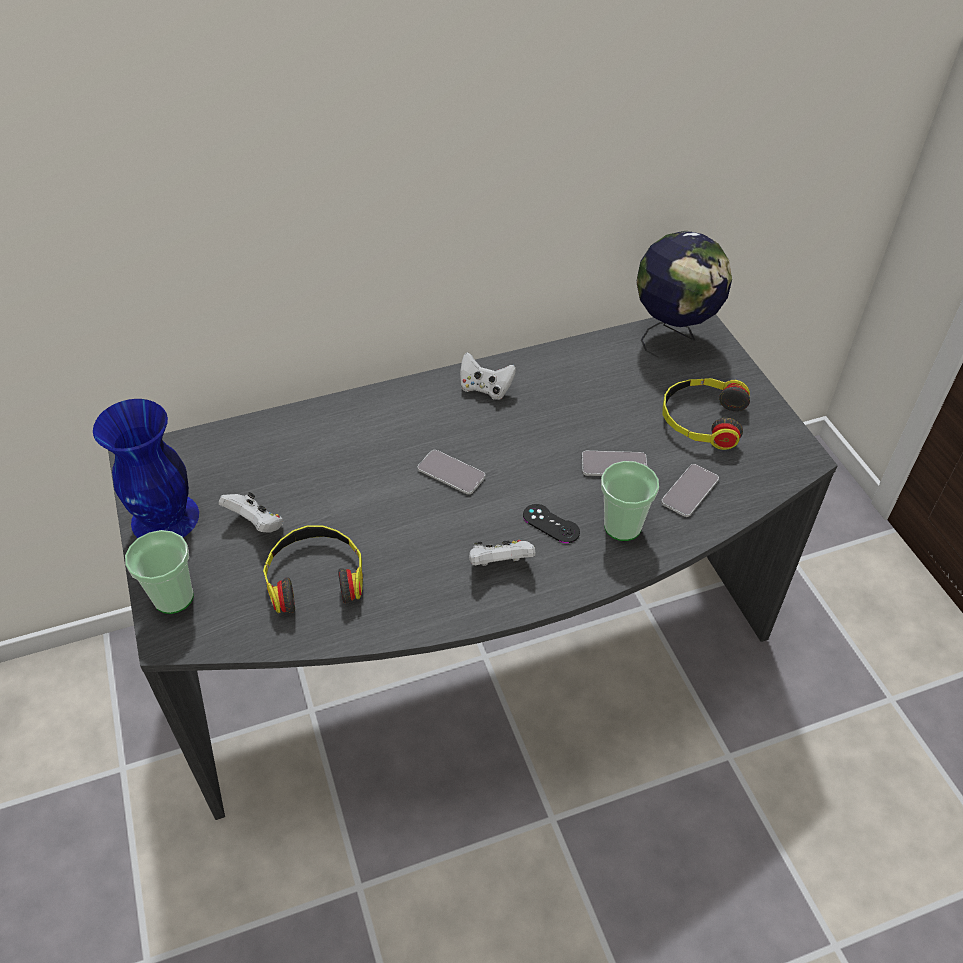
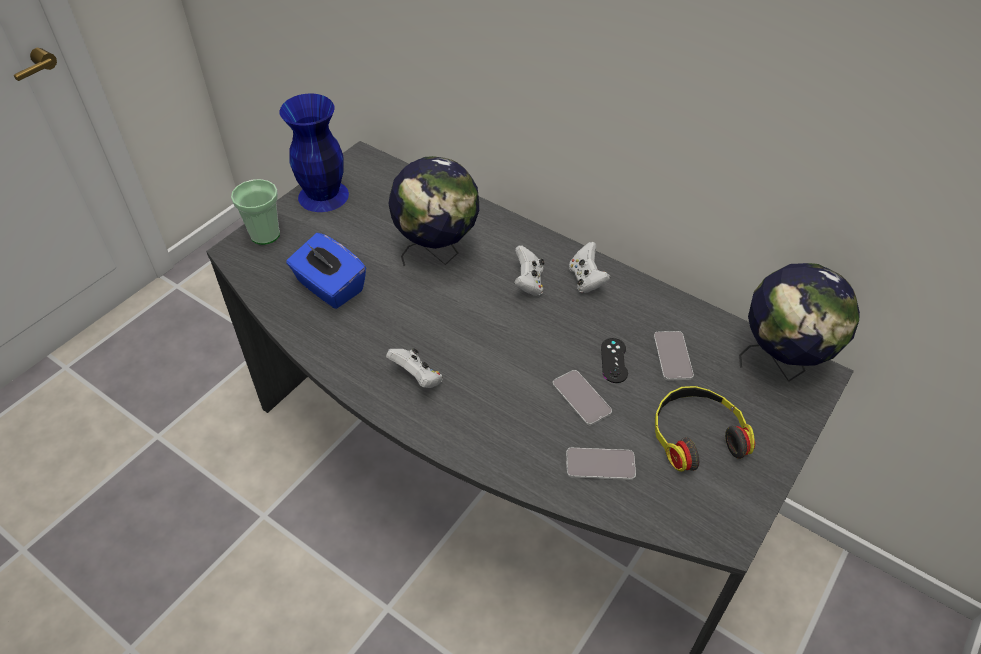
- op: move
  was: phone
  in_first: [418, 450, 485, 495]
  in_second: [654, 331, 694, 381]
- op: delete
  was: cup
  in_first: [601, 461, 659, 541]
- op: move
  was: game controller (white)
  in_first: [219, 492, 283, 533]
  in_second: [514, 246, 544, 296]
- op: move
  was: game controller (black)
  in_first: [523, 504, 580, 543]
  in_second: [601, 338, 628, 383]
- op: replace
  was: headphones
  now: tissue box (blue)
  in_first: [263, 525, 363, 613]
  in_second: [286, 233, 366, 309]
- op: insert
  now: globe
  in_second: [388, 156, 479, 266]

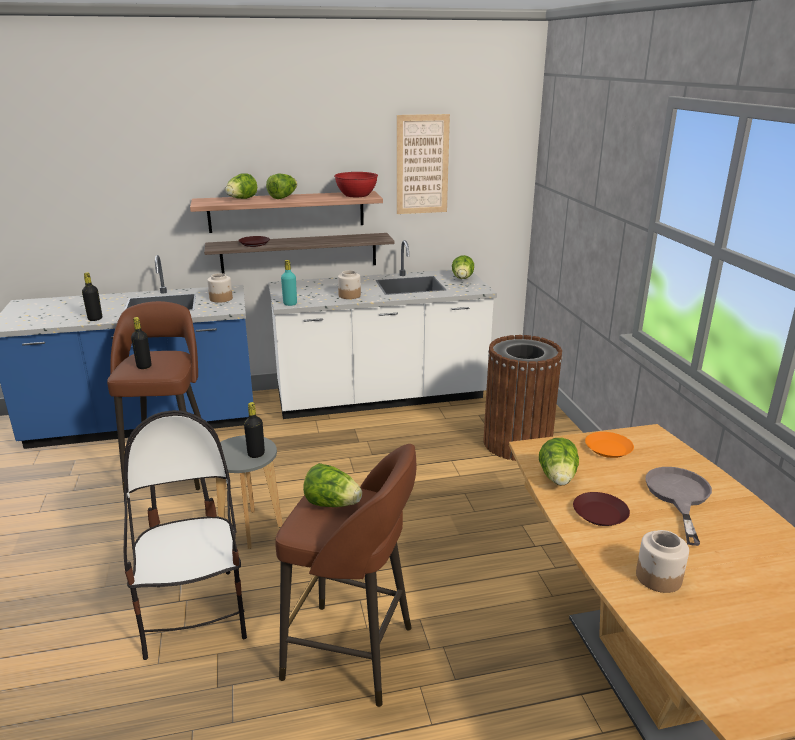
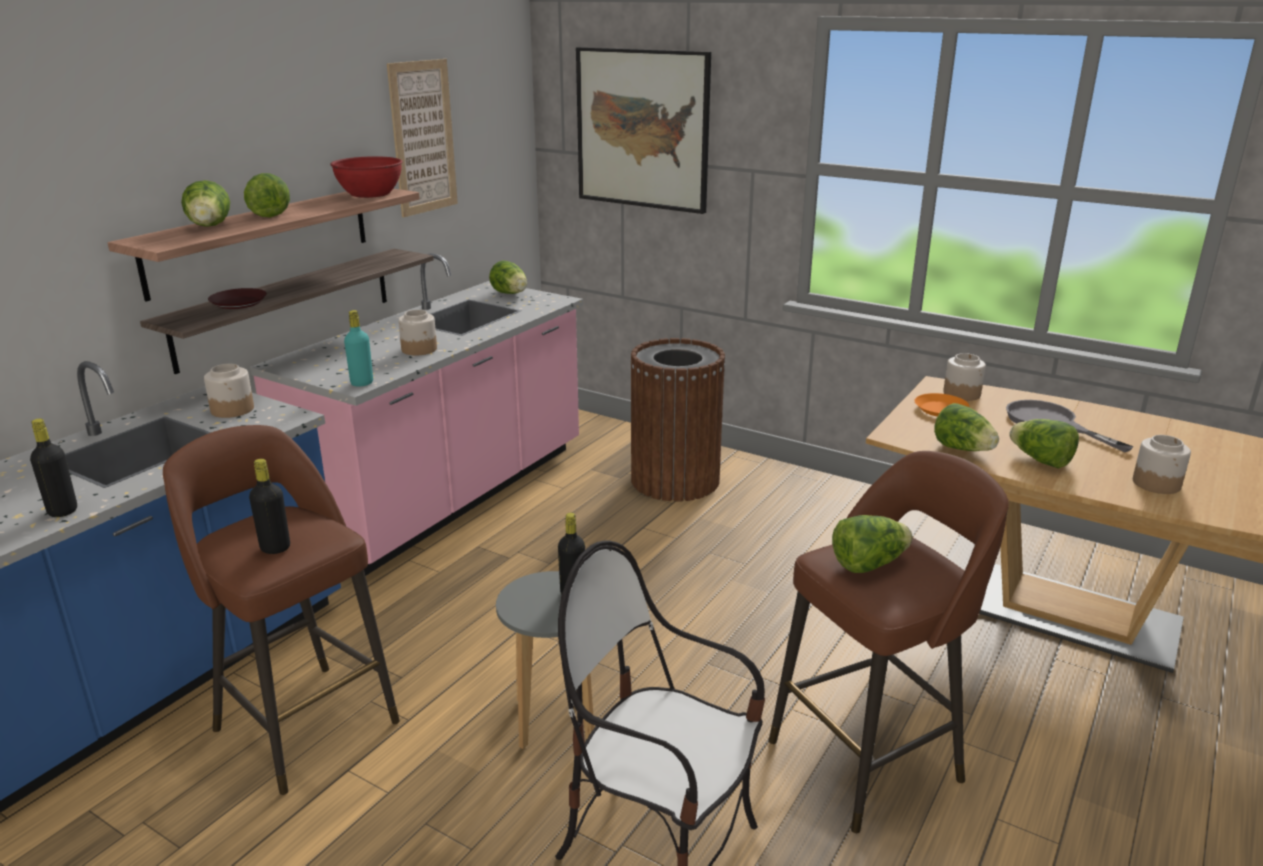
- op: recolor
  was: counter (white)
  now: counter (pink)
  in_first: [268, 240, 497, 419]
  in_second: [250, 253, 583, 576]
- op: replace
  was: plate (brown)
  now: lettuce
  in_first: [573, 492, 630, 526]
  in_second: [1009, 419, 1079, 469]
- op: insert
  now: picture
  in_second: [576, 47, 711, 214]
- op: insert
  now: jar
  in_second: [943, 353, 986, 401]

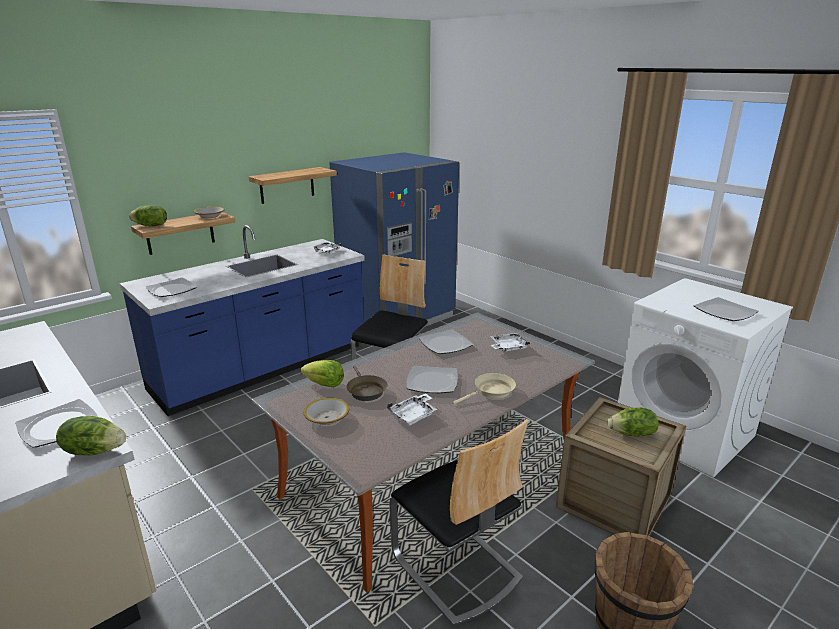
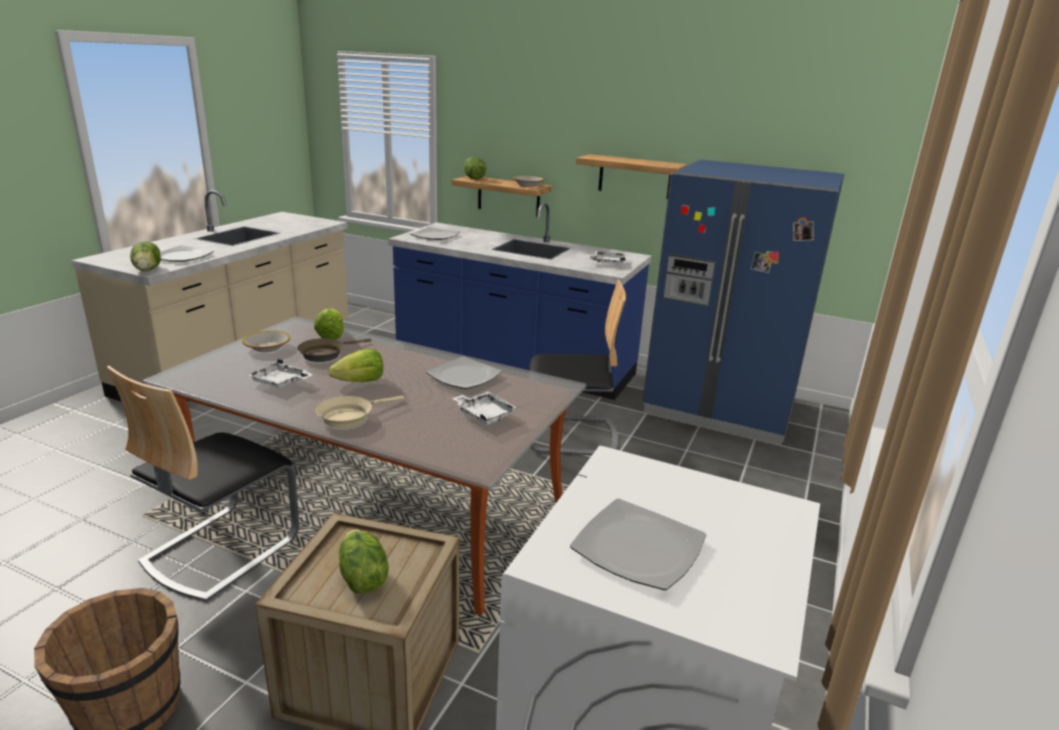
- op: replace
  was: plate
  now: lettuce
  in_first: [407, 366, 458, 393]
  in_second: [329, 349, 383, 382]
- op: rotate
  was: frying pan (beige)
  in_first: [452, 373, 516, 405]
  in_second: [316, 396, 404, 428]
  clockwise: 105

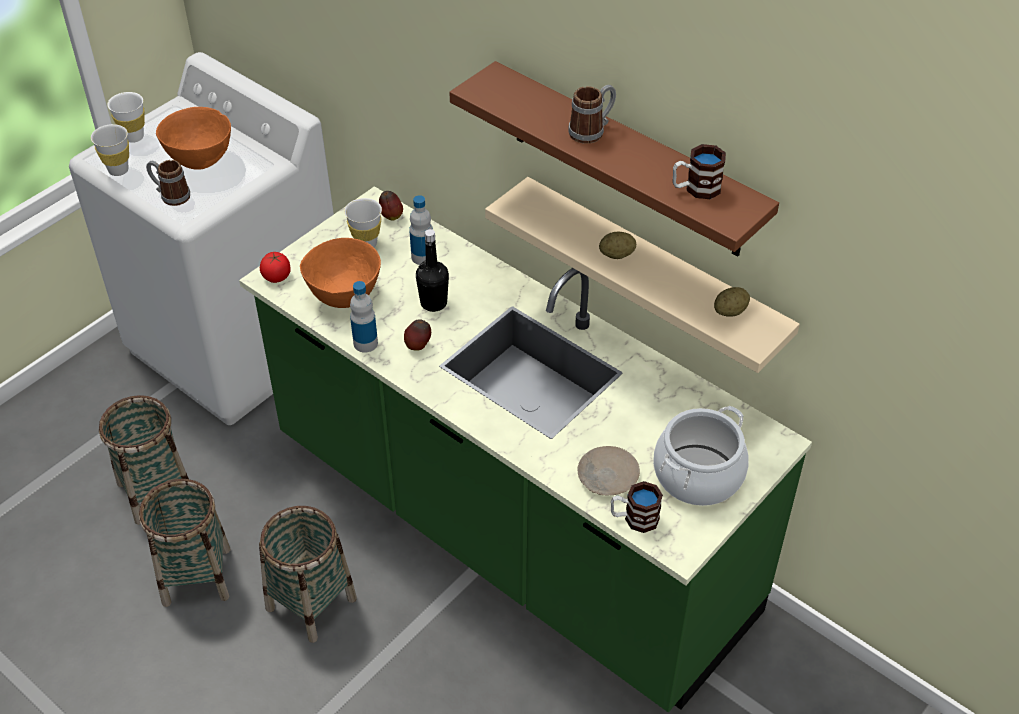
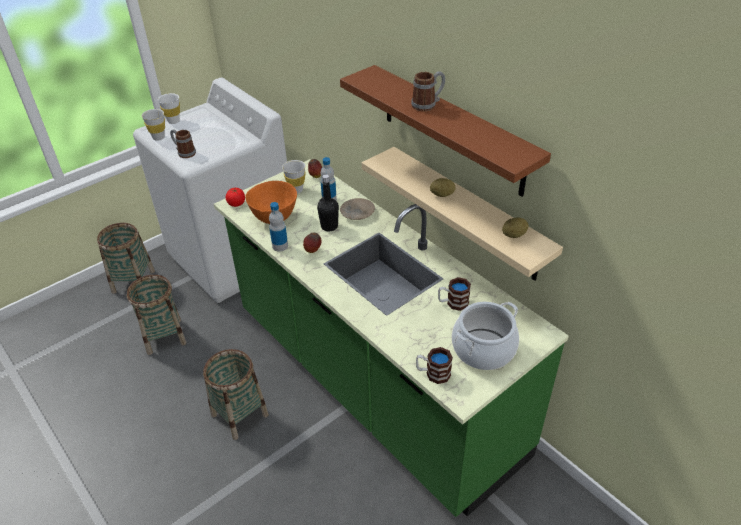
- op: delete
  was: bowl (orange)
  in_first: [156, 107, 231, 170]
- op: move
  was: mug
  in_first: [673, 144, 726, 199]
  in_second: [438, 277, 471, 311]
- op: move
  was: plate (beige)
  in_first: [578, 446, 640, 495]
  in_second: [340, 198, 375, 220]
- op: move
  was: basket
  in_first: [139, 479, 231, 607]
  in_second: [97, 223, 155, 294]

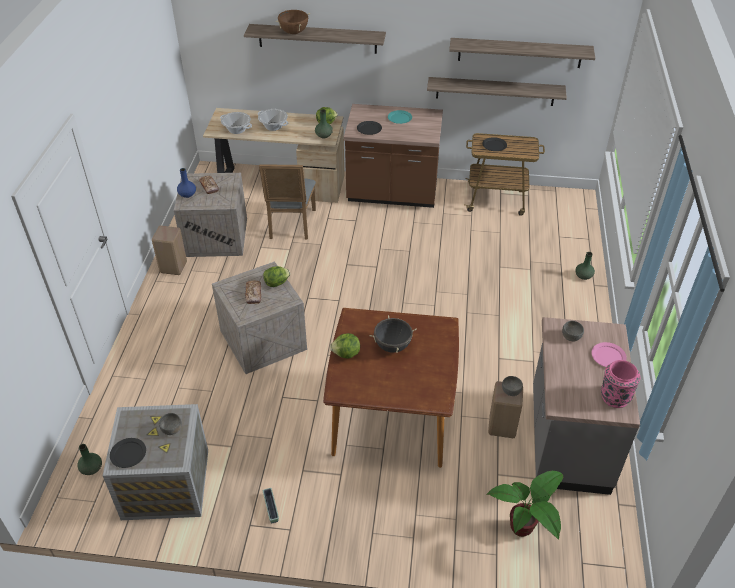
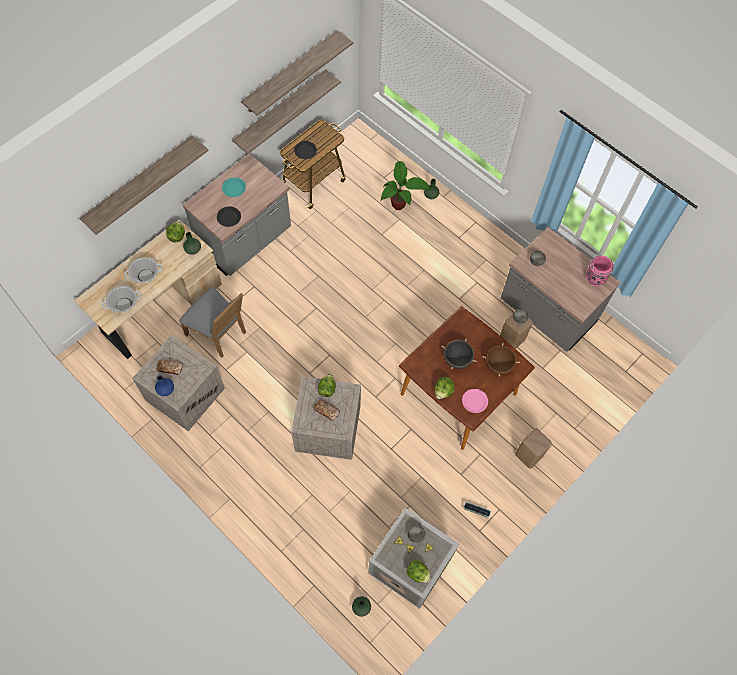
- op: move
  was: cooking pot (brown)
  in_first: [276, 9, 310, 34]
  in_second: [482, 343, 520, 377]
- op: recolor
  was: counter (brown)
  now: counter (grey)
  in_first: [344, 104, 443, 208]
  in_second: [183, 153, 291, 276]
- op: move
  was: stool (beige)
  in_first: [152, 226, 187, 275]
  in_second: [515, 428, 552, 469]
- op: move
  was: plate (pink)
  in_first: [591, 342, 627, 367]
  in_second: [462, 389, 488, 413]
- op: replace
  was: plate (black)
  now: lettuce
  in_first: [110, 438, 146, 468]
  in_second: [406, 560, 431, 583]
- op: move
  was: potted plant
  in_first: [487, 471, 563, 540]
  in_second: [381, 161, 430, 210]

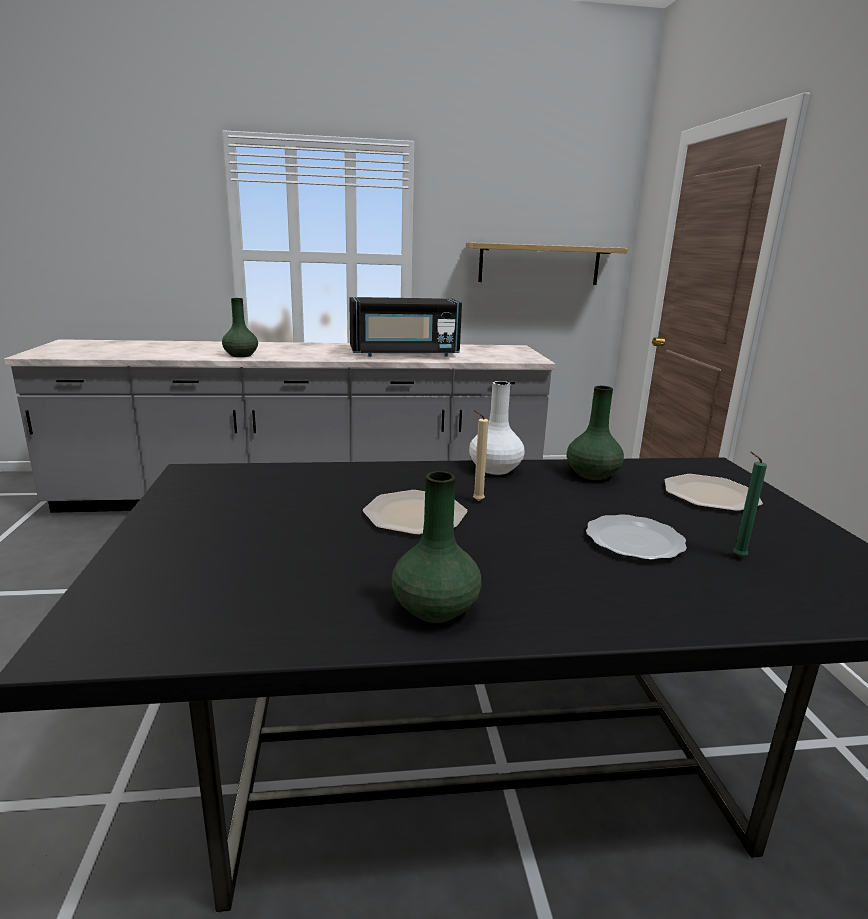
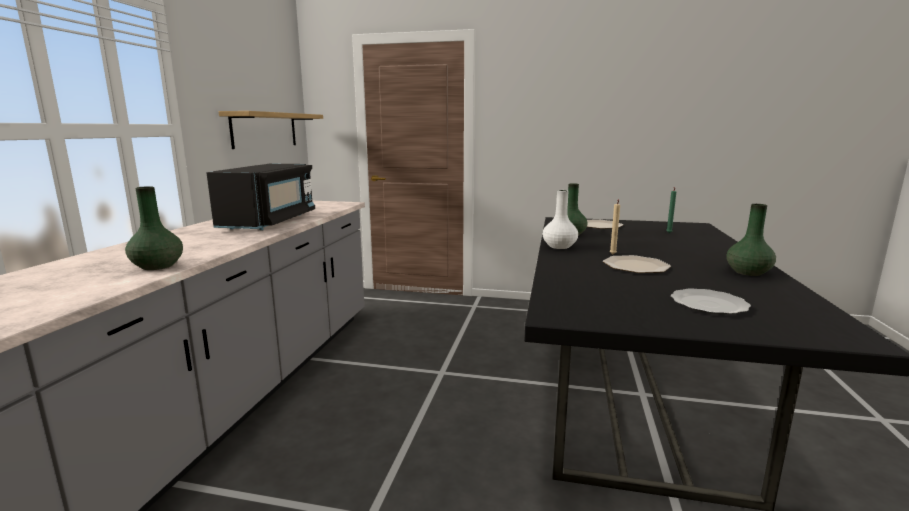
- op: move
  was: plate
  in_first: [586, 514, 687, 560]
  in_second: [671, 288, 751, 314]

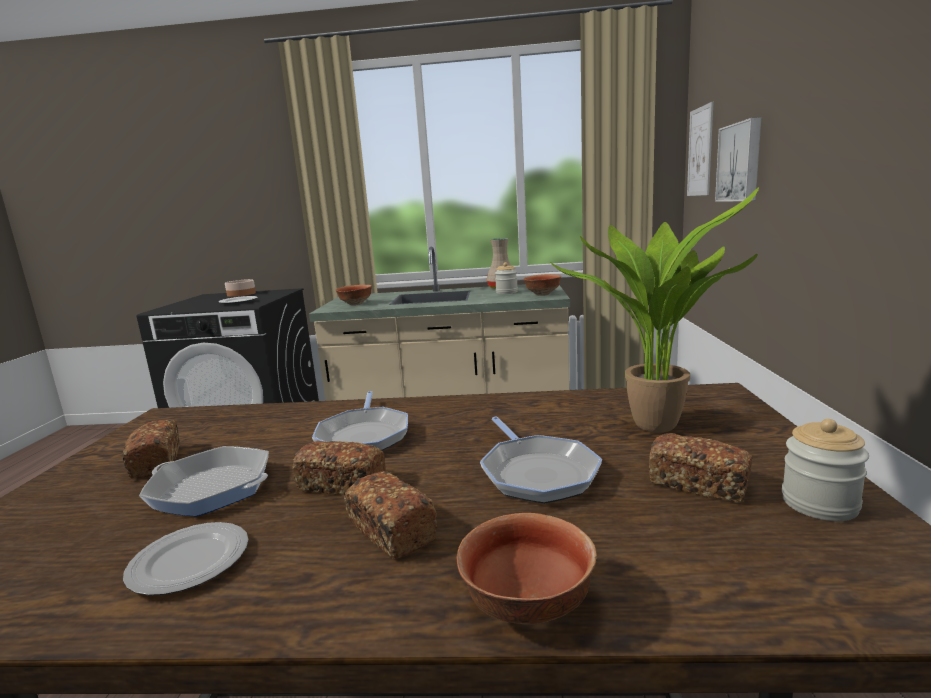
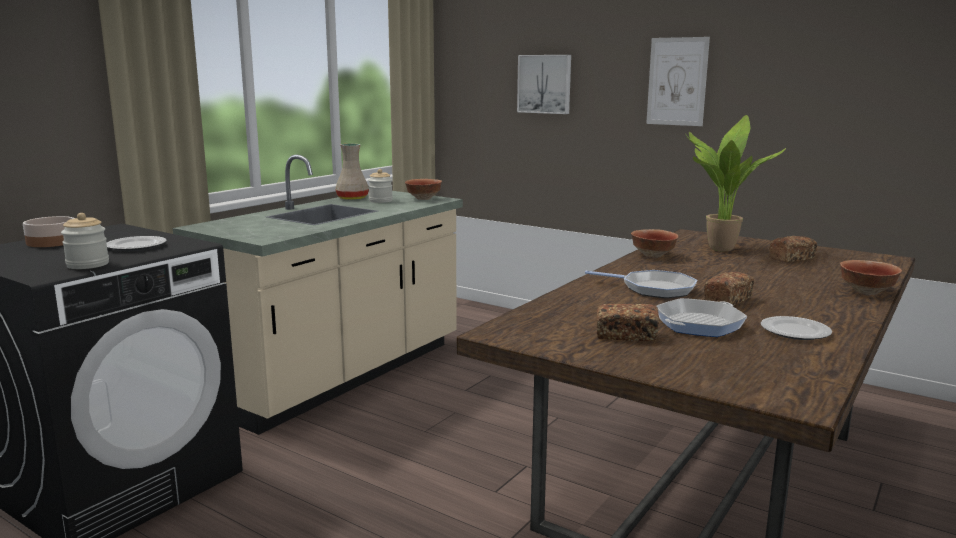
- op: move
  was: picture
  in_first: [687, 102, 714, 196]
  in_second: [646, 37, 710, 126]
- op: move
  was: bowl
  in_first: [336, 285, 372, 305]
  in_second: [631, 229, 678, 258]
- op: delete
  was: frying pan
  in_first: [480, 417, 602, 504]
- op: move
  was: jar
  in_first: [782, 419, 869, 521]
  in_second: [61, 213, 109, 269]
- op: delete
  was: bread
  in_first: [344, 471, 437, 559]

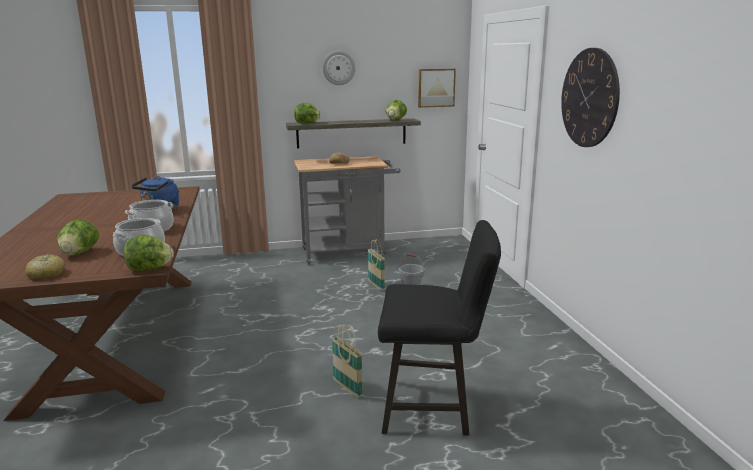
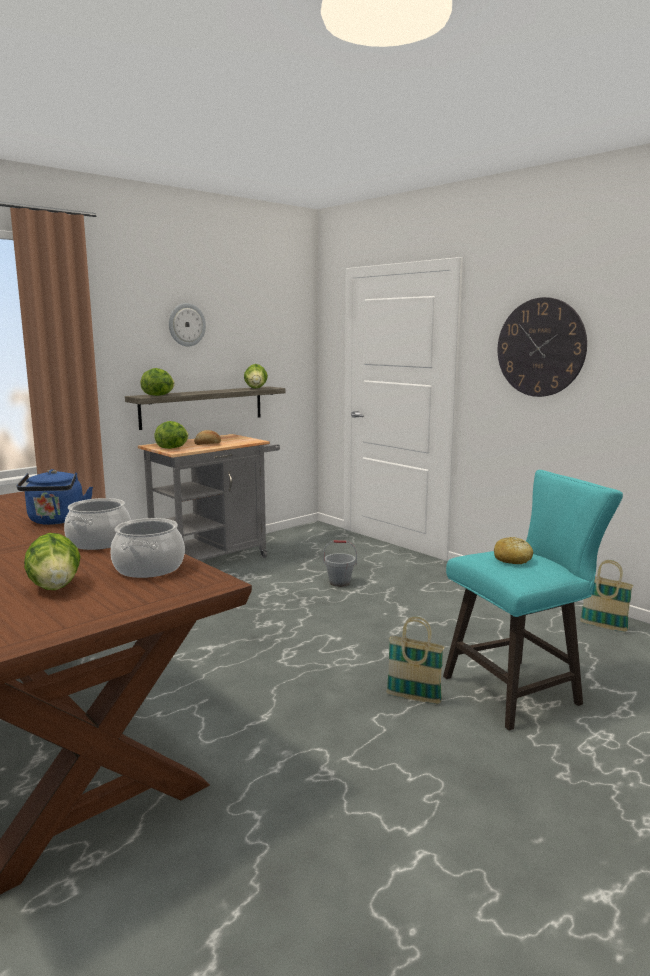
- op: delete
  was: picture
  in_first: [418, 69, 456, 108]
- op: recolor
  was: stool (black)
  now: stool (turquoise)
  in_first: [378, 220, 501, 436]
  in_second: [443, 470, 623, 731]
- op: move
  was: lettuce
  in_first: [124, 235, 174, 271]
  in_second: [154, 421, 189, 449]
- op: move
  was: basket
  in_first: [368, 239, 385, 290]
  in_second: [580, 560, 634, 632]
- op: move
  was: bread
  in_first: [25, 255, 65, 279]
  in_second: [494, 537, 533, 564]

